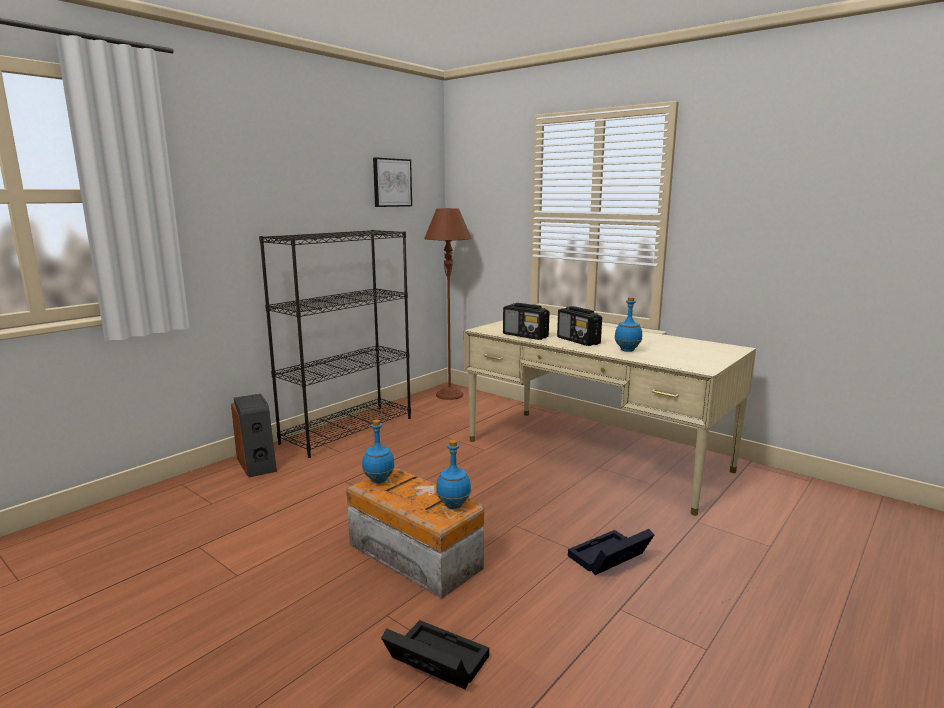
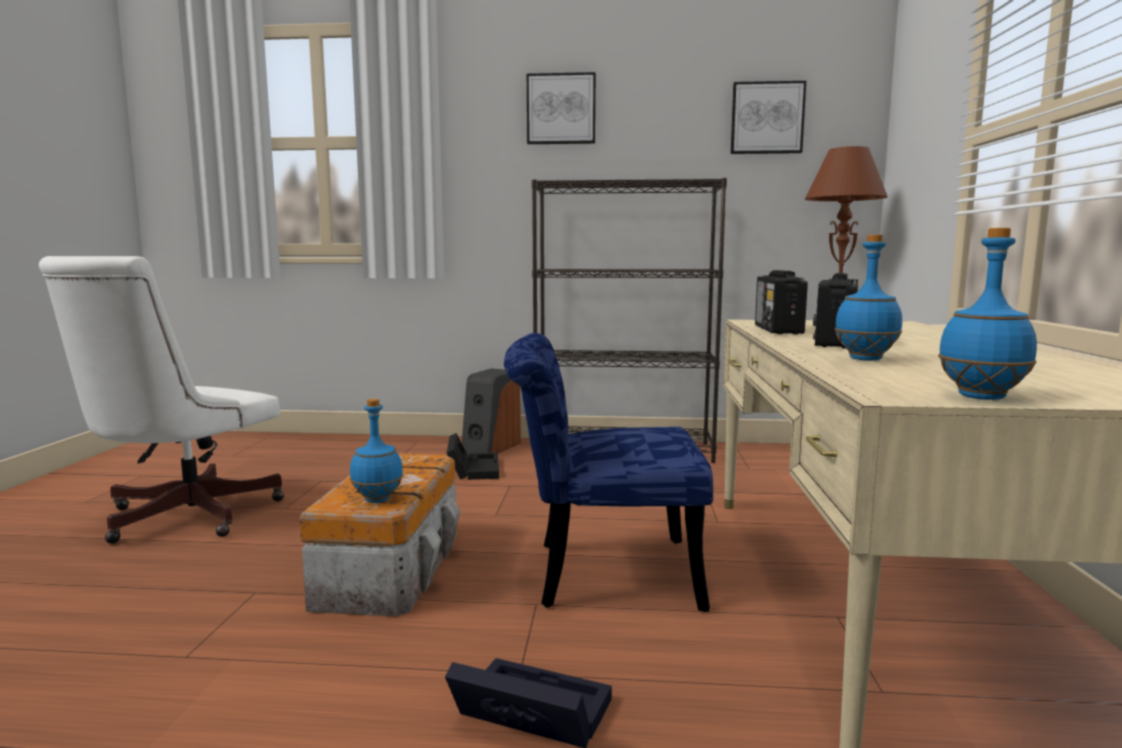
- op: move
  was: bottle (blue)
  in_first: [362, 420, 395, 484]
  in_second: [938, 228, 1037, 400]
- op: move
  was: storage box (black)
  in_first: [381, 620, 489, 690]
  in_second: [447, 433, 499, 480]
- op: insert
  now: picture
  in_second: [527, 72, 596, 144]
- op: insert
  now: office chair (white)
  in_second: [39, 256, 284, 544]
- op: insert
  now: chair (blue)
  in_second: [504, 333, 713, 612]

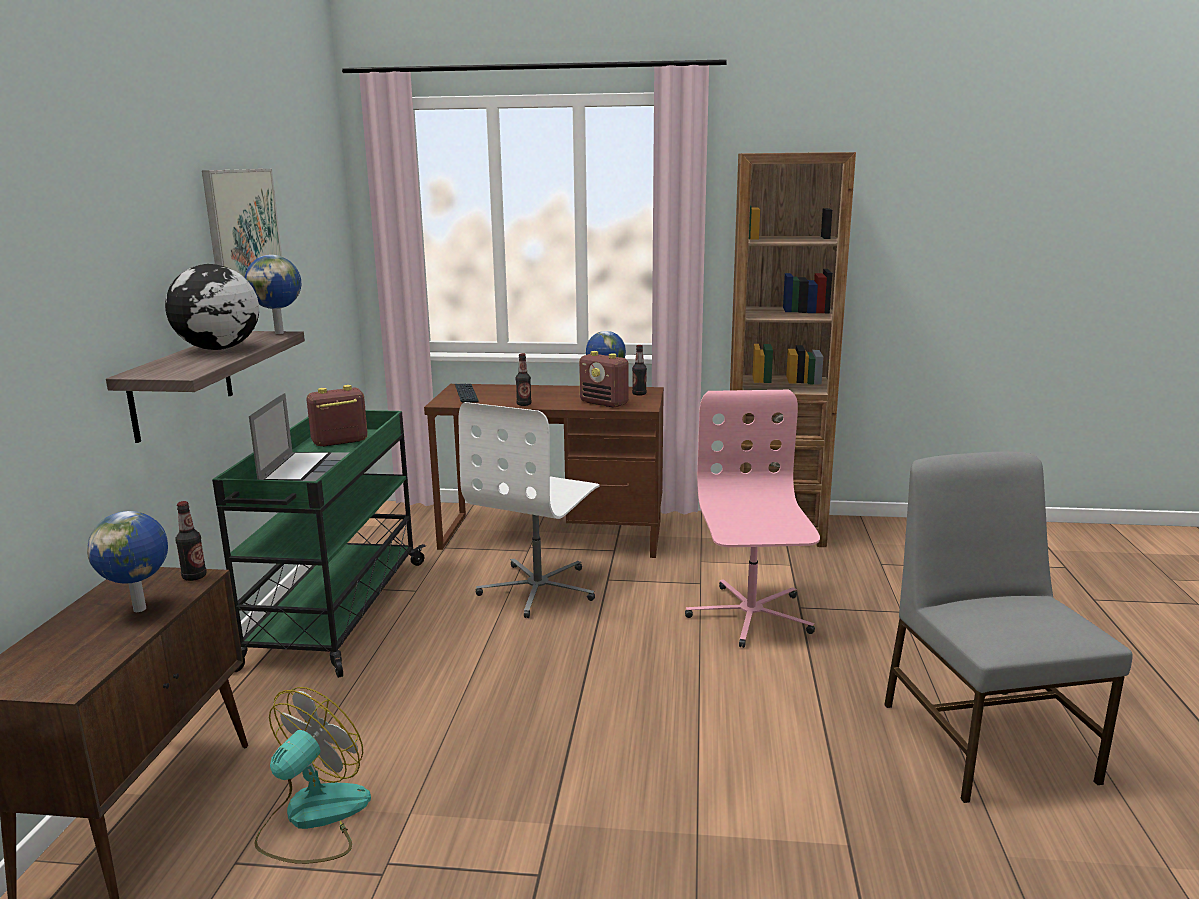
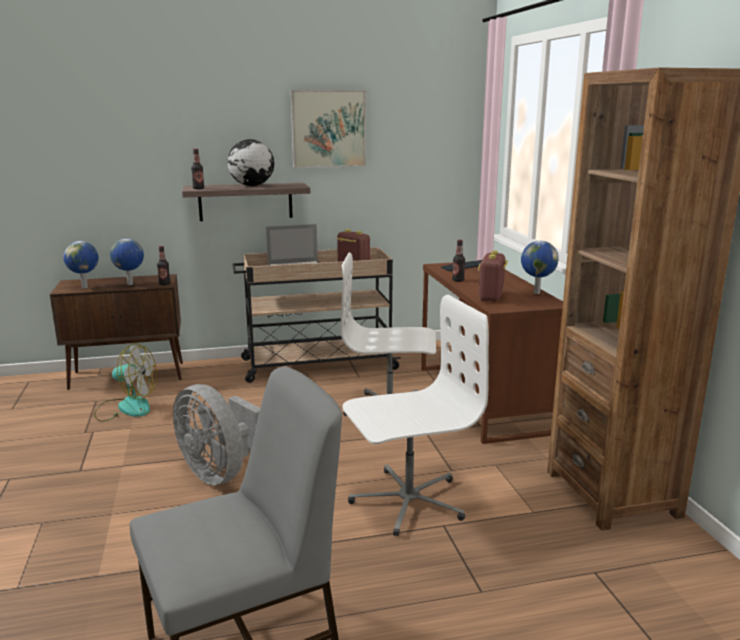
- op: move
  was: globe
  in_first: [245, 255, 301, 334]
  in_second: [63, 241, 99, 288]
- op: move
  was: bottle
  in_first: [632, 345, 647, 396]
  in_second: [191, 149, 204, 189]
- op: recolor
  was: office chair (pink)
  now: office chair (white)
  in_first: [685, 390, 820, 648]
  in_second: [342, 294, 489, 536]
- op: recolor
  was: cart (green)
  now: cart (beige)
  in_first: [212, 410, 426, 678]
  in_second: [232, 247, 401, 383]
- op: insert
  now: fan (grey)
  in_second: [173, 384, 260, 485]

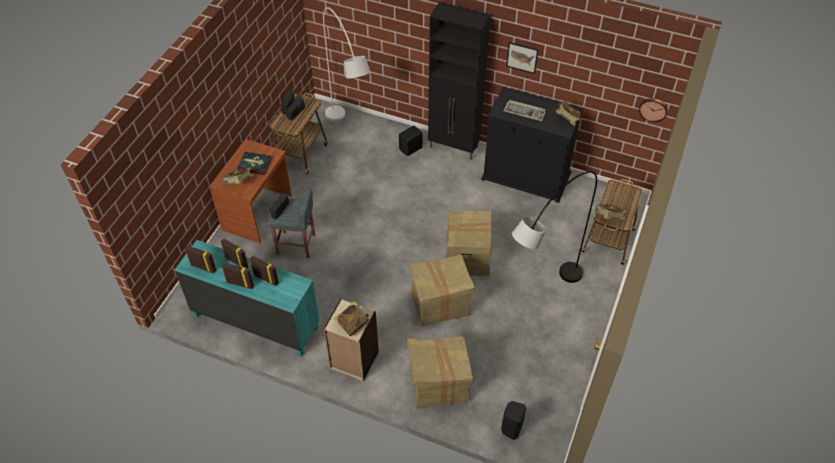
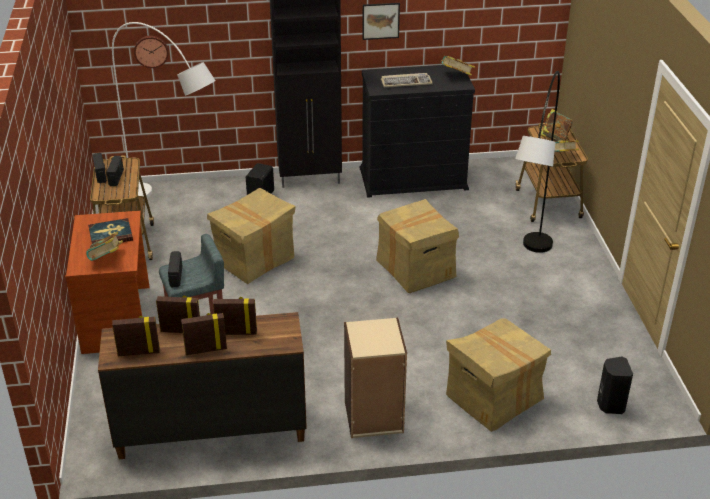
- op: move
  was: wall clock
  in_first: [639, 98, 668, 122]
  in_second: [134, 36, 168, 68]
- op: recolor
  was: dresser (turquoise)
  now: dresser (brown)
  in_first: [175, 240, 320, 357]
  in_second: [98, 312, 307, 459]
- op: move
  was: cardboard box
  in_first: [410, 255, 475, 326]
  in_second: [207, 188, 296, 284]
- op: move
  was: book
  in_first: [334, 301, 369, 336]
  in_second: [541, 109, 572, 142]

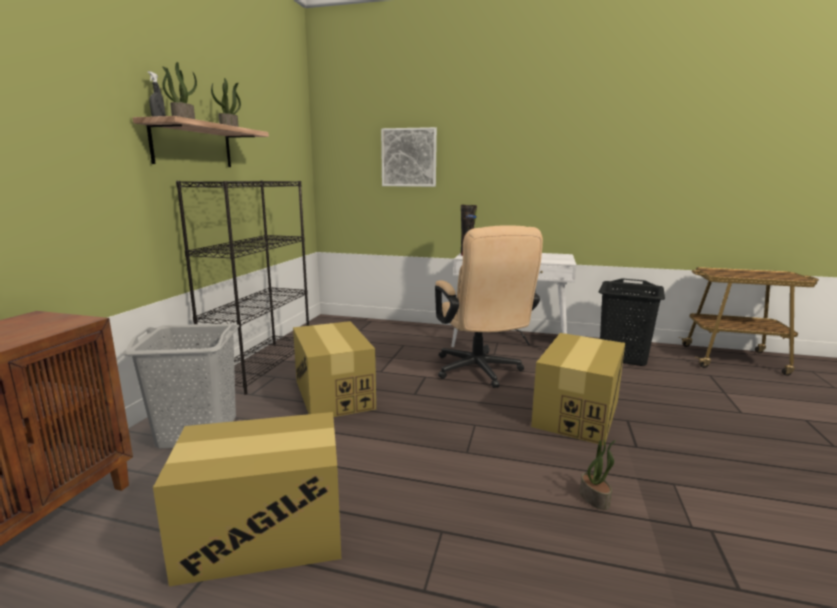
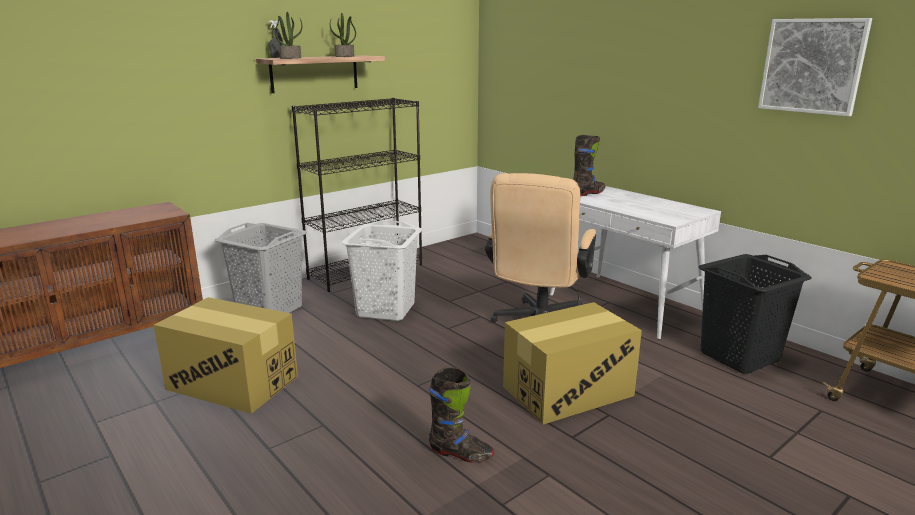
- op: move
  was: picture
  in_first: [381, 127, 437, 187]
  in_second: [758, 18, 872, 116]
- op: replace
  was: cardboard box
  now: laundry basket (white)
  in_first: [293, 321, 376, 417]
  in_second: [341, 220, 422, 321]
- op: replace
  was: potted plant
  now: boot (black)
  in_first: [580, 440, 616, 510]
  in_second: [429, 367, 494, 463]

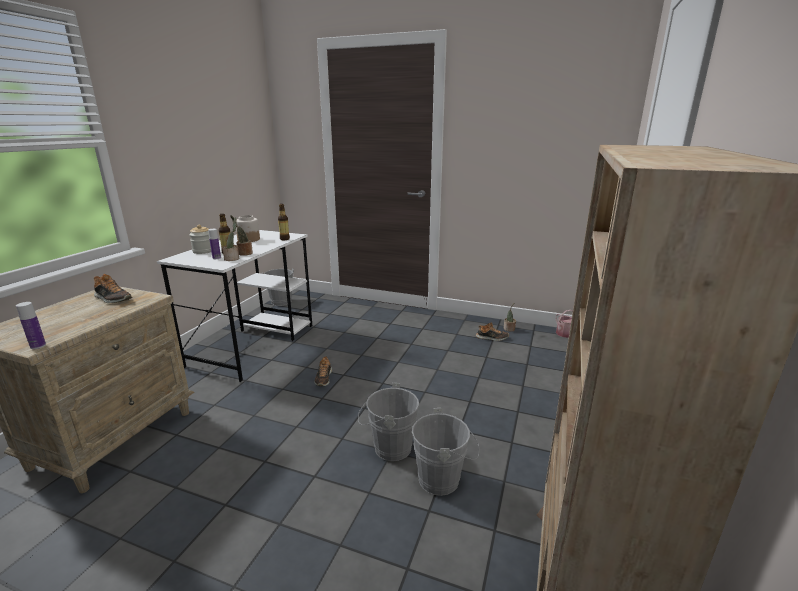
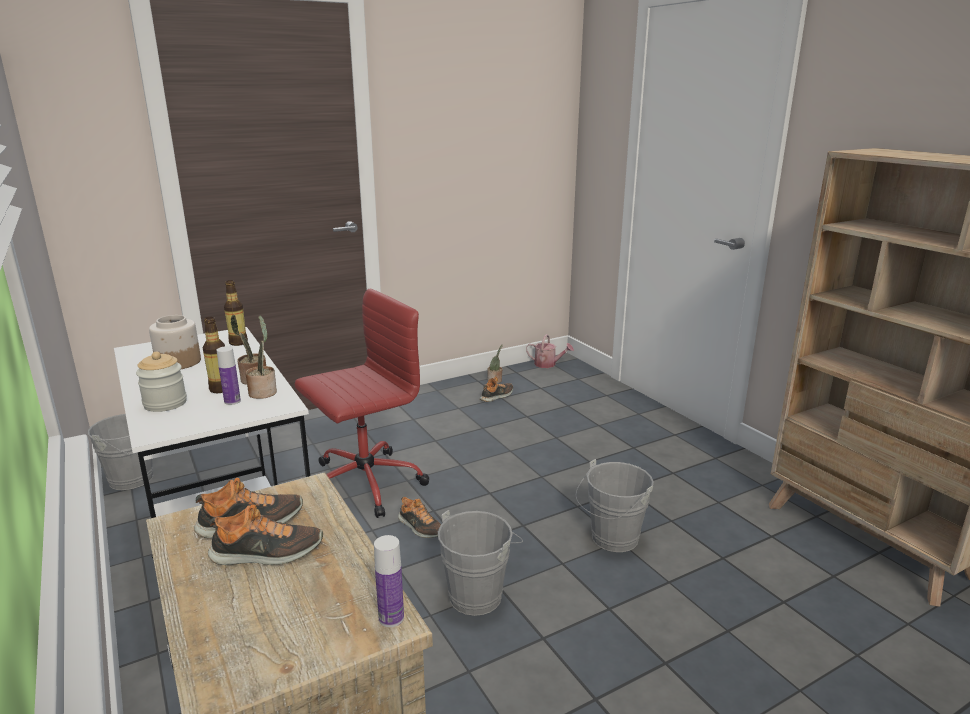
- op: move
  was: bucket (grey)
  in_first: [412, 408, 479, 496]
  in_second: [438, 510, 523, 616]
- op: insert
  now: office chair (red)
  in_second: [295, 289, 429, 518]
- op: insert
  now: shoe
  in_second: [208, 505, 323, 565]

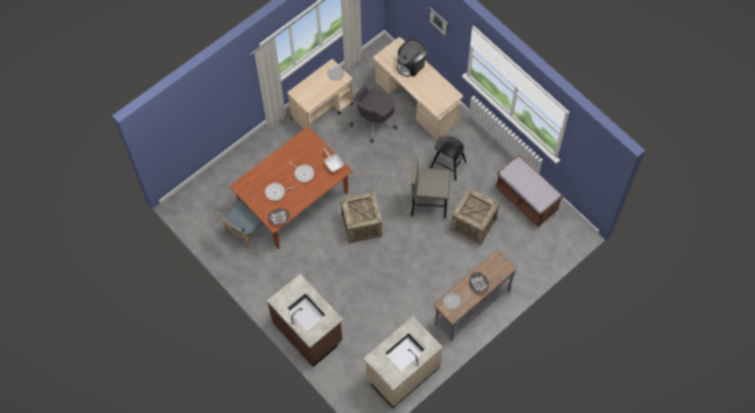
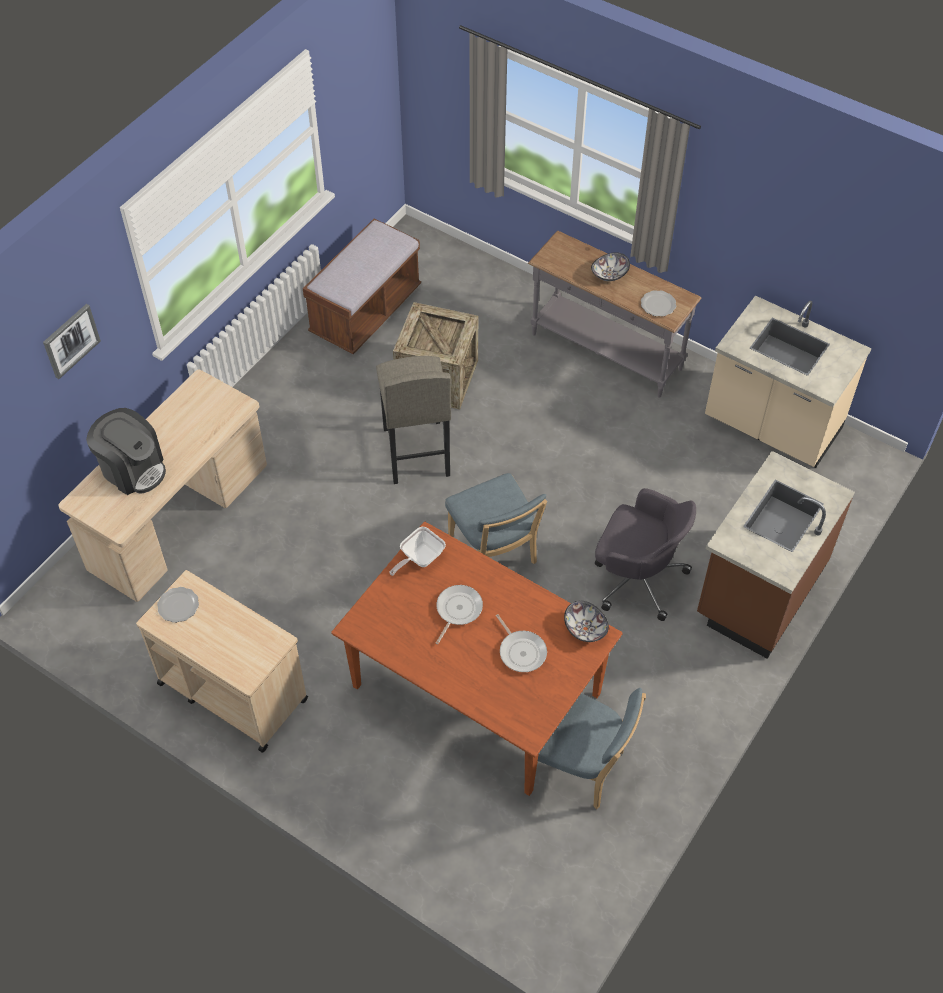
- op: move
  was: office chair (grey)
  in_first: [349, 85, 397, 143]
  in_second: [595, 488, 696, 621]
- op: delete
  was: stool (black)
  in_first: [430, 135, 467, 180]
- op: replace
  was: crate
  now: chair (blue)
  in_first: [340, 192, 382, 243]
  in_second: [445, 473, 547, 564]

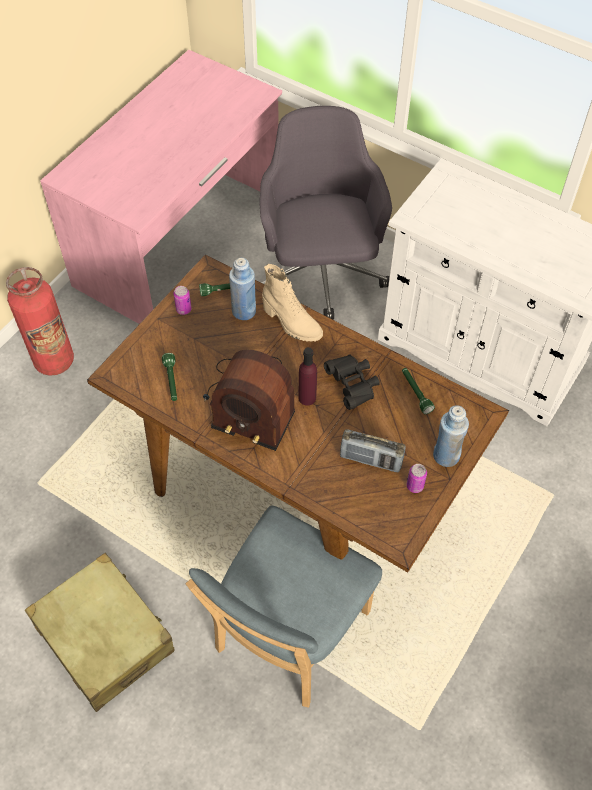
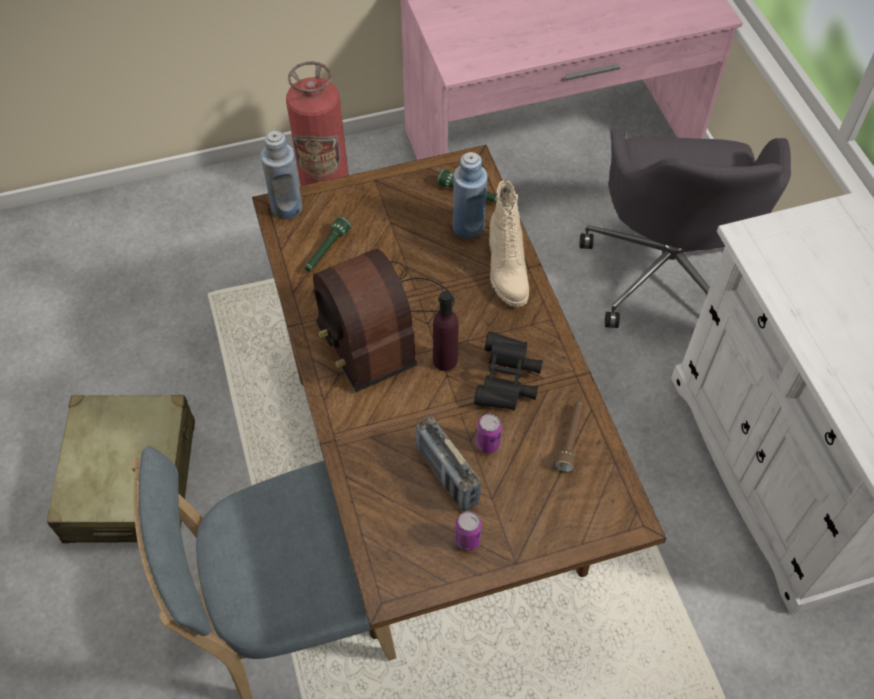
- op: rotate
  was: office chair (grey)
  in_first: [259, 106, 392, 320]
  in_second: [580, 130, 791, 328]
  clockwise: 150
- op: move
  was: can
  in_first: [174, 286, 191, 315]
  in_second: [476, 414, 502, 454]
- op: recolor
  was: flashlight (green)
  now: flashlight (brown)
  in_first: [402, 368, 435, 414]
  in_second: [554, 400, 584, 472]
- op: move
  was: bottle (blue)
  in_first: [433, 405, 469, 467]
  in_second: [261, 131, 302, 219]

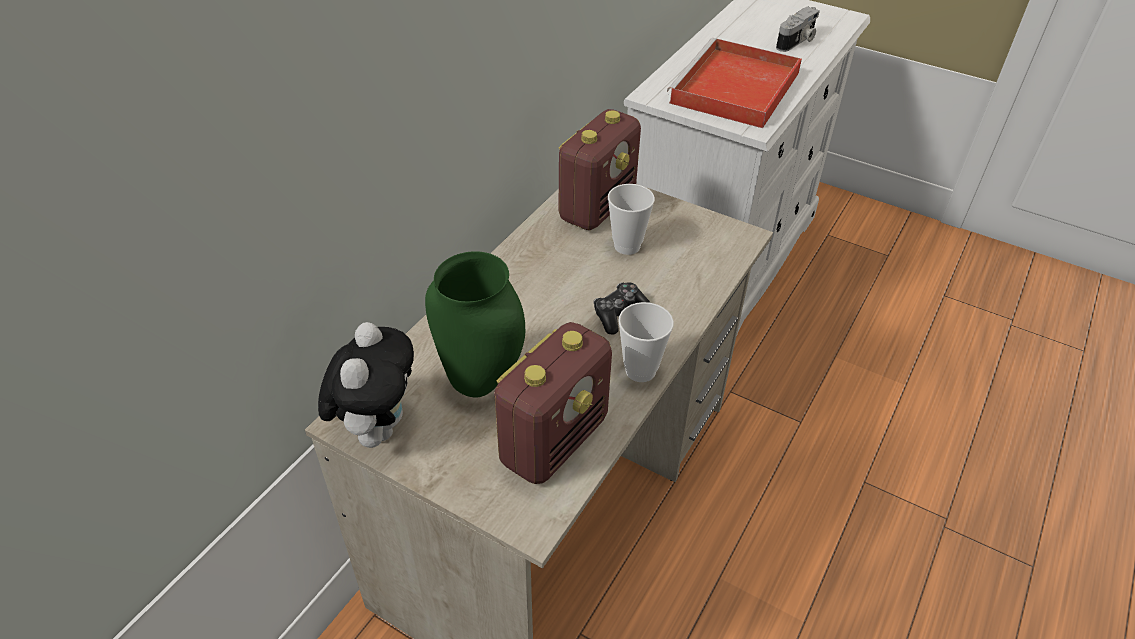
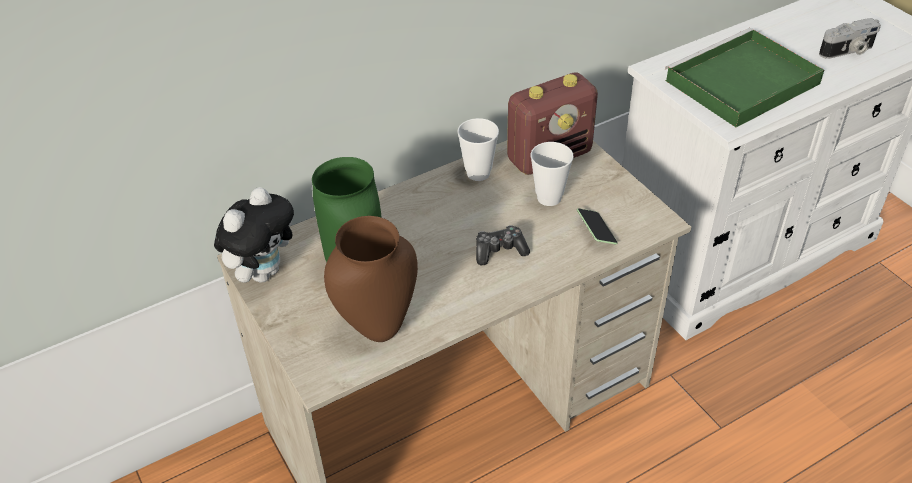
- op: recolor
  was: tray (red)
  now: tray (green)
  in_first: [667, 38, 802, 128]
  in_second: [665, 28, 824, 127]
- op: move
  was: cup
  in_first: [618, 302, 674, 382]
  in_second: [457, 118, 499, 181]
- op: replace
  was: radio
  now: vase (brown)
  in_first: [494, 322, 612, 484]
  in_second: [324, 216, 418, 342]
- op: insert
  now: phone
  in_second: [577, 208, 618, 244]

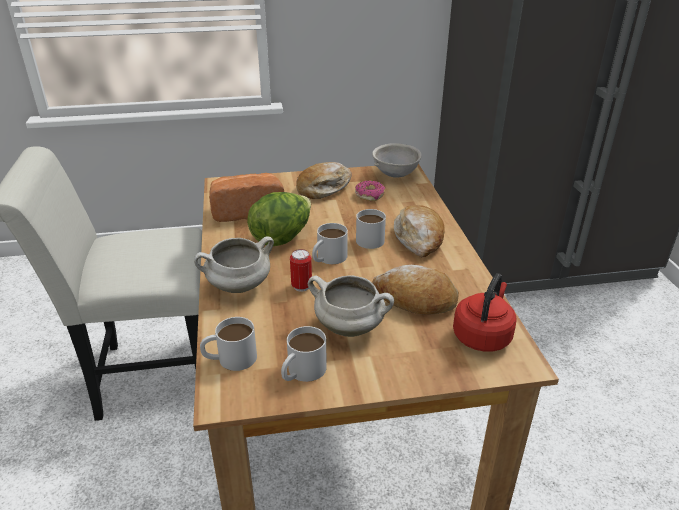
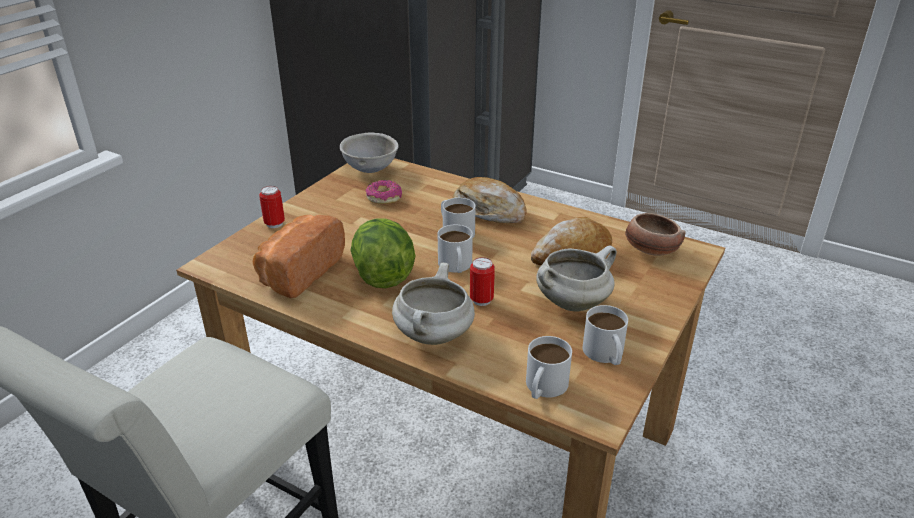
- op: delete
  was: bread
  in_first: [296, 162, 352, 199]
- op: replace
  was: kettle (red)
  now: bowl
  in_first: [453, 273, 517, 352]
  in_second: [625, 213, 685, 256]
- op: insert
  now: can
  in_second: [259, 186, 285, 228]

